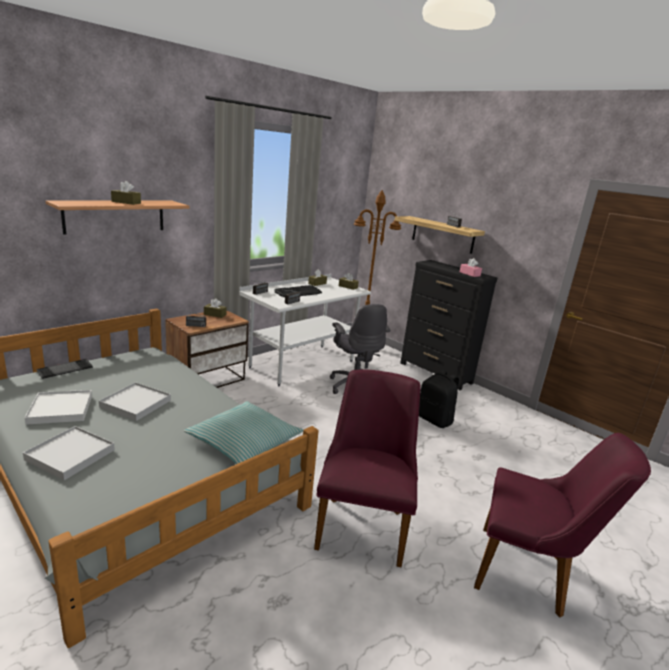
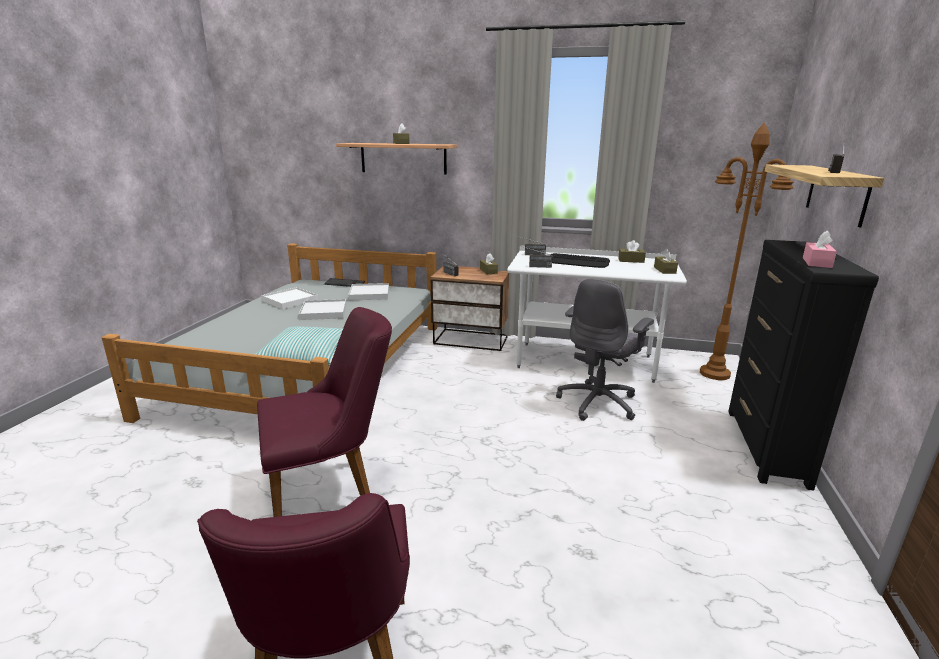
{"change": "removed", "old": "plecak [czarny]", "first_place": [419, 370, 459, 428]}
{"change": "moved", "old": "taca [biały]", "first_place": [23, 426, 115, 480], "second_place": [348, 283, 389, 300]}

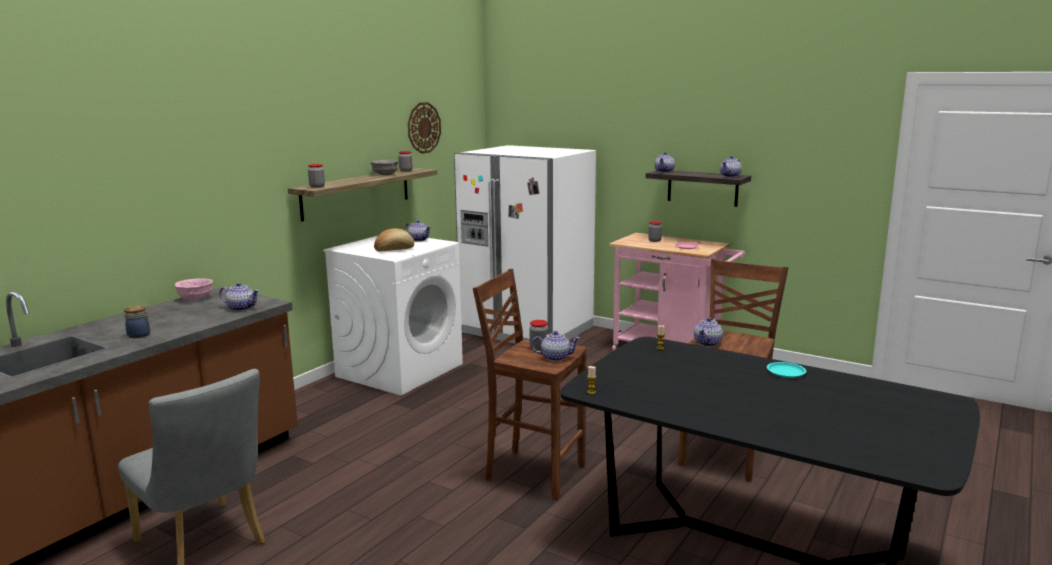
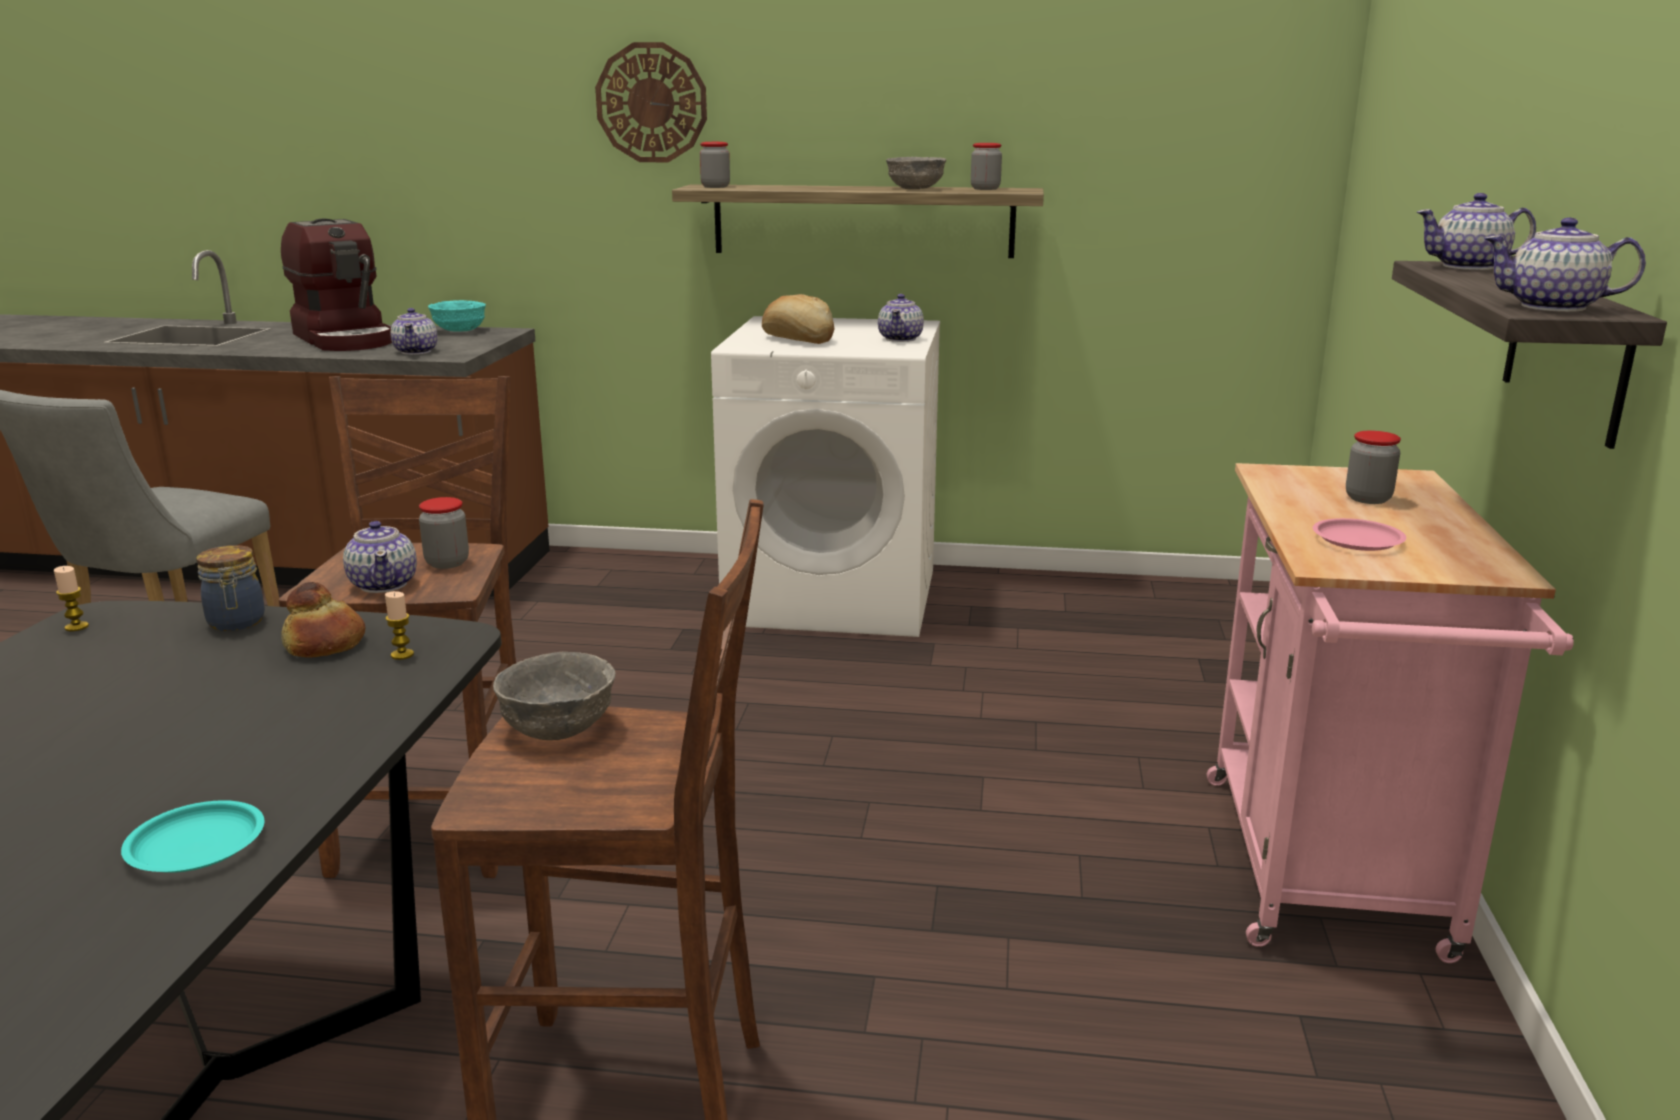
{"change": "moved", "old": "zegar ścienny", "first_place": [408, 102, 441, 154], "second_place": [595, 42, 707, 162]}
{"change": "removed", "old": "lodówka [biały]", "first_place": [454, 145, 596, 344]}
{"change": "recoloured", "old": "miska [różowy]", "new": "miska [turkusowy]", "first_place": [175, 278, 213, 300], "second_place": [428, 300, 486, 332]}
{"change": "moved", "old": "słoik", "first_place": [124, 305, 152, 338], "second_place": [196, 545, 265, 631]}
{"change": "replaced", "old": "imbryk", "new": "miska [szary]", "first_place": [694, 317, 723, 347], "second_place": [493, 652, 616, 740]}
{"change": "added", "new": "ekspres do kawy", "second_place": [281, 219, 392, 351]}
{"change": "added", "new": "chleb", "second_place": [281, 582, 366, 657]}

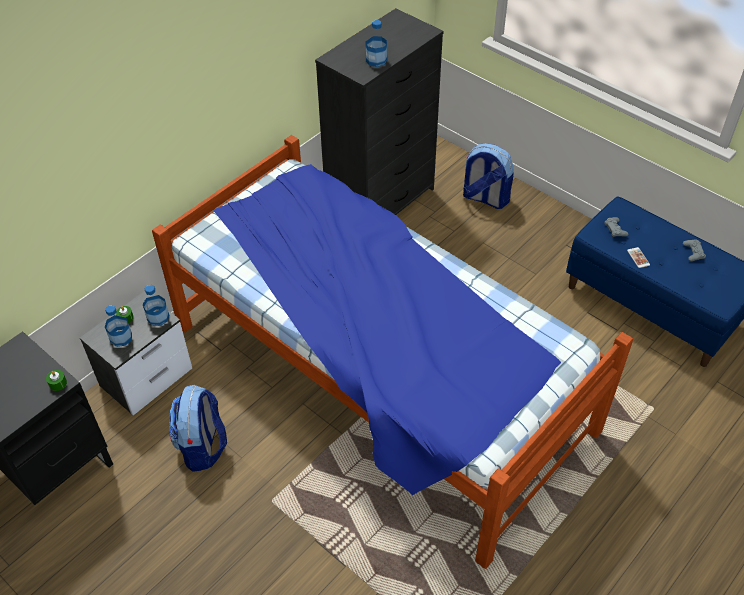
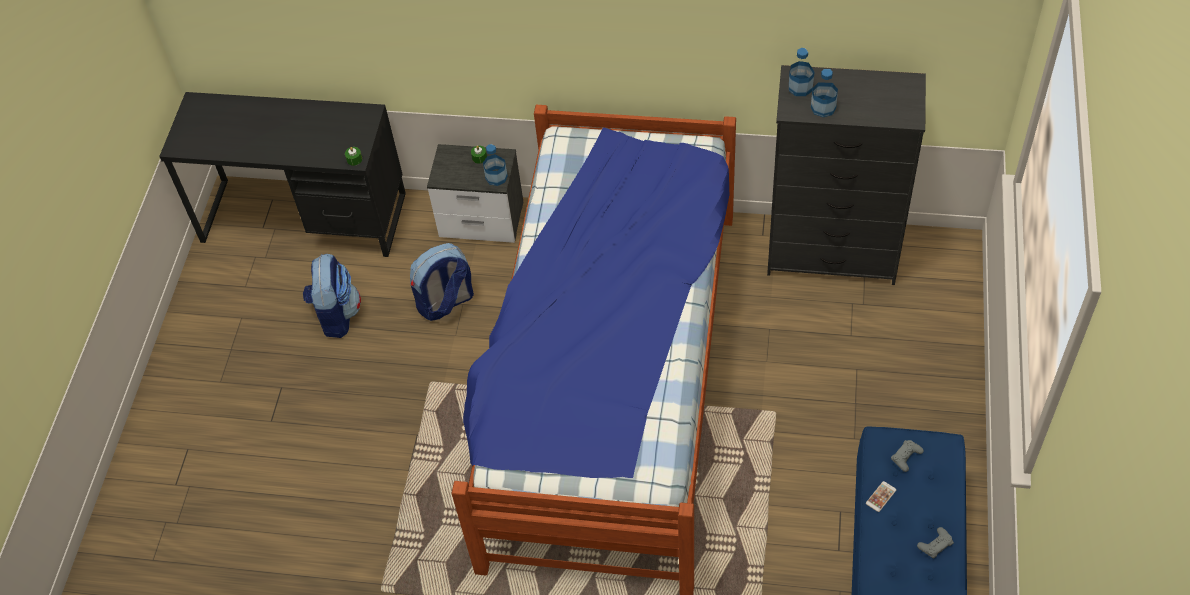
{"change": "moved", "old": "plecak", "first_place": [463, 143, 514, 209], "second_place": [303, 254, 361, 338]}
{"change": "moved", "old": "butelka", "first_place": [105, 305, 132, 347], "second_place": [789, 48, 815, 96]}

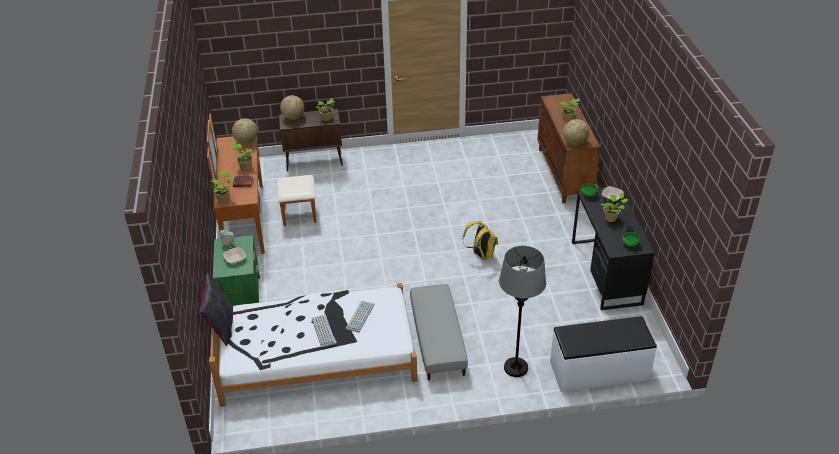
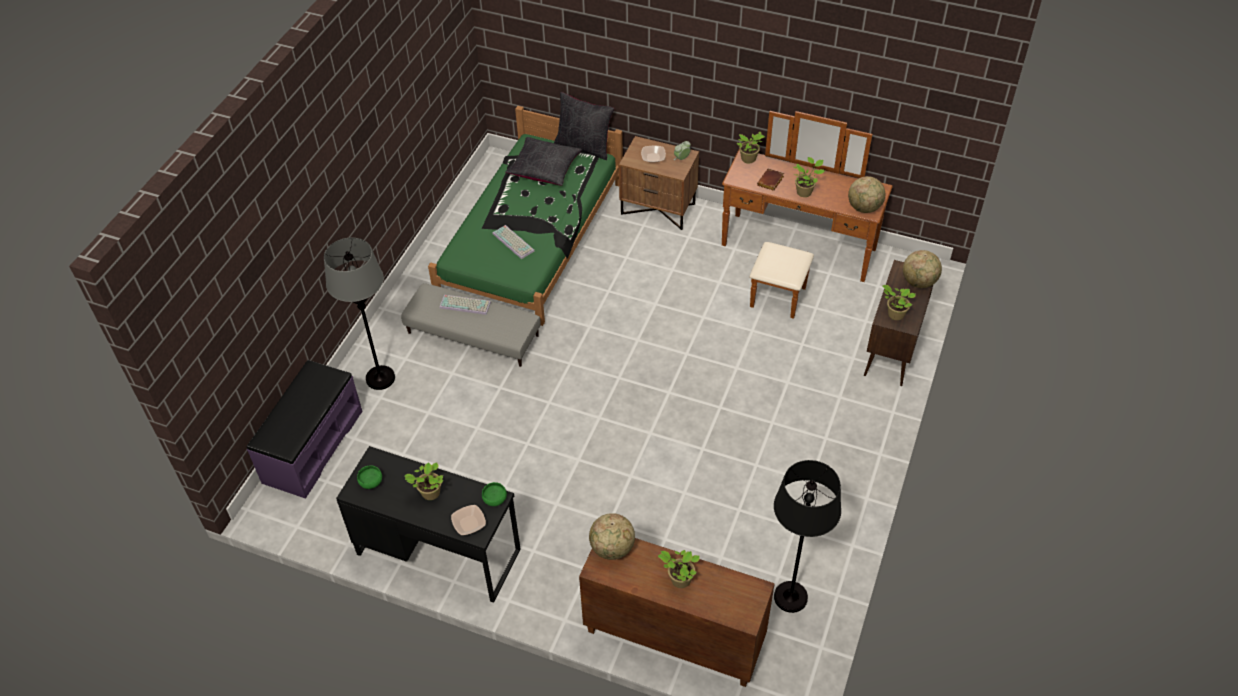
{"change": "removed", "old": "plecak [żółty]", "first_place": [463, 220, 498, 260]}
{"change": "recoloured", "old": "szafka nocna [zielony]", "new": "szafka nocna [brązowy]", "first_place": [213, 235, 260, 306], "second_place": [619, 136, 699, 230]}
{"change": "recoloured", "old": "łóżko [biały]", "new": "łóżko [zielony]", "first_place": [209, 283, 417, 407], "second_place": [428, 106, 623, 326]}
{"change": "moved", "old": "klawiatura", "first_place": [312, 314, 336, 347], "second_place": [439, 295, 491, 315]}
{"change": "recoloured", "old": "ławka [biały]", "new": "ławka [fioletowy]", "first_place": [550, 316, 657, 392], "second_place": [246, 360, 363, 499]}
{"change": "added", "new": "poduszka [czarny]", "second_place": [505, 137, 582, 186]}
{"change": "added", "new": "lampa stojąca [czarny]", "second_place": [774, 460, 841, 613]}

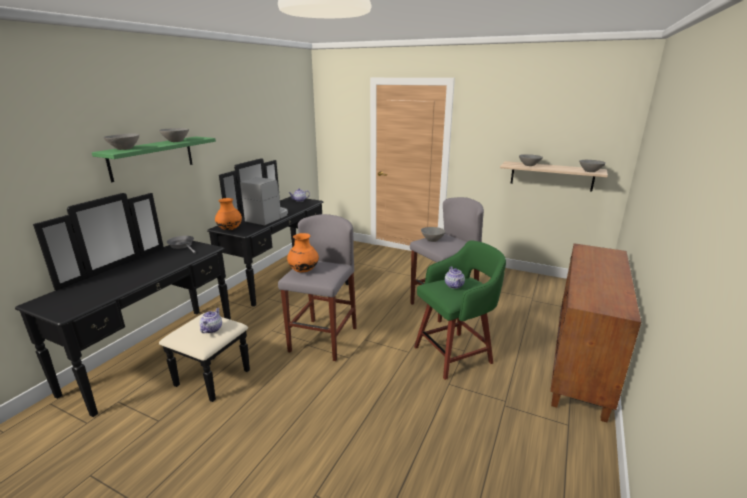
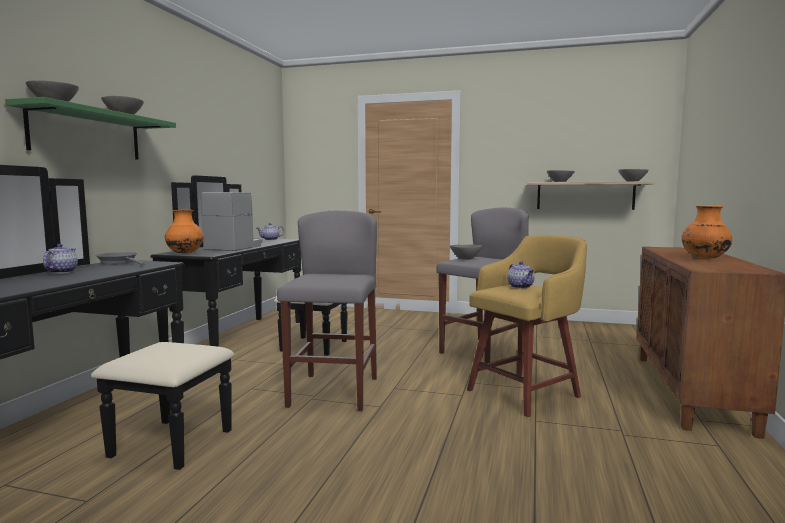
{"change": "moved", "old": "wazon [pomarańczowy]", "first_place": [287, 233, 319, 273], "second_place": [681, 205, 733, 259]}
{"change": "recoloured", "old": "stołek [zielony]", "new": "stołek [żółty]", "first_place": [414, 240, 506, 380], "second_place": [467, 235, 587, 417]}
{"change": "moved", "old": "imbryk", "first_place": [199, 308, 222, 333], "second_place": [43, 244, 78, 273]}

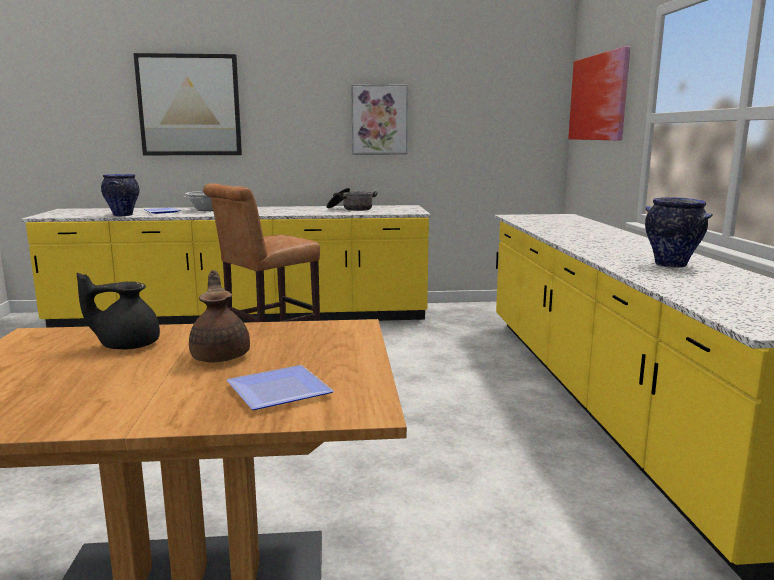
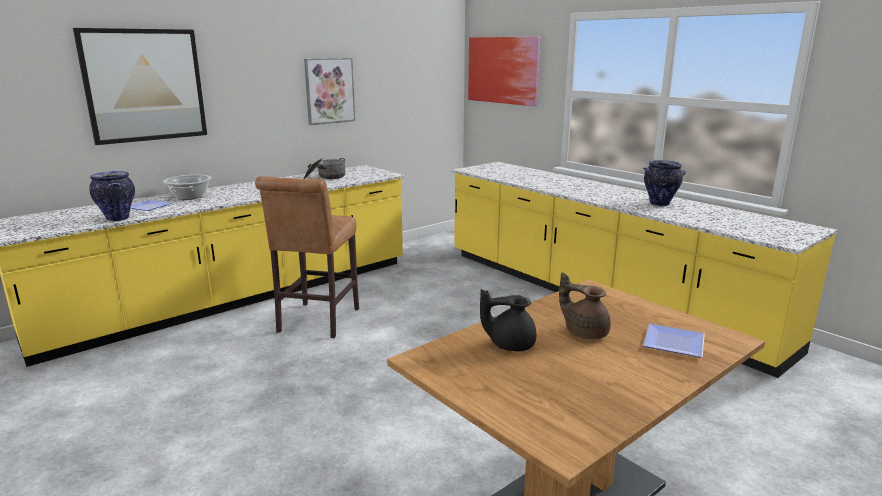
{"change": "turned", "old": "imbryk [czarny]", "first_place": [77, 273, 160, 349], "second_place": [480, 289, 536, 351], "degrees": 45}

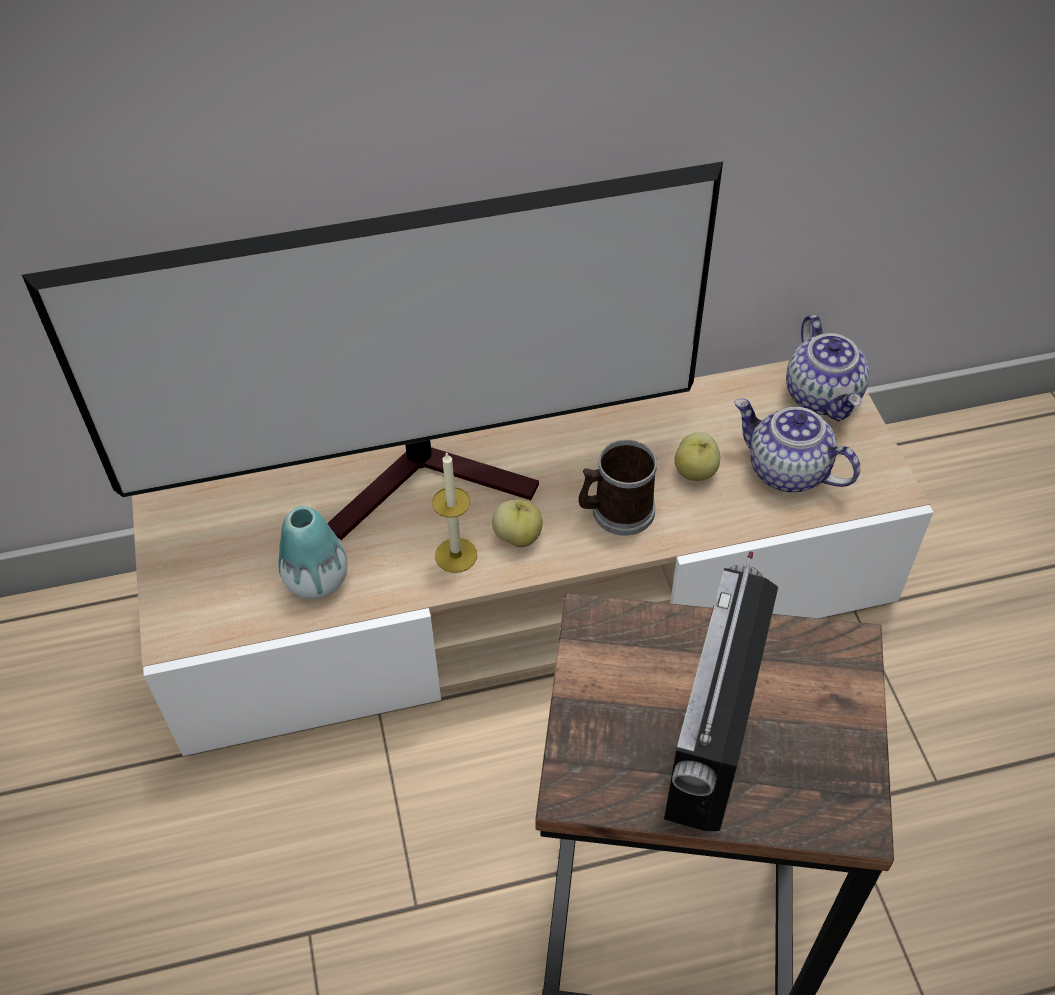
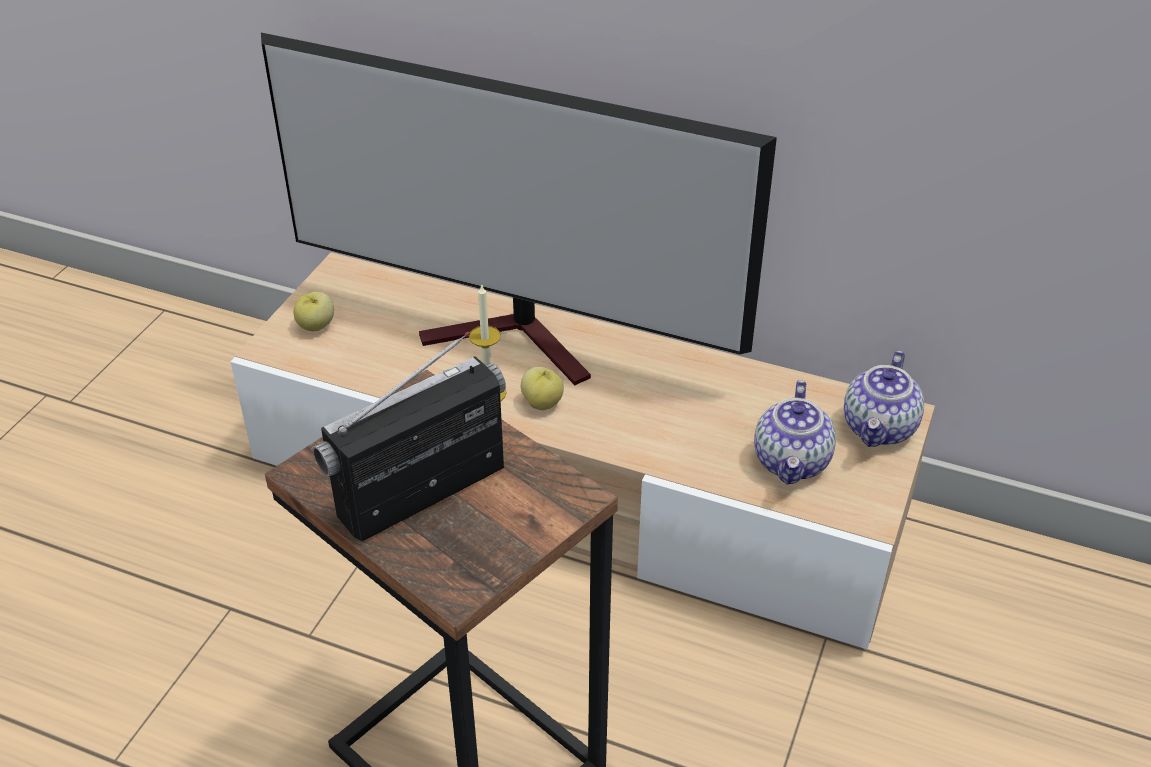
{"change": "turned", "old": "imbryk", "first_place": [734, 399, 860, 492], "second_place": [754, 380, 836, 485], "degrees": -150}
{"change": "moved", "old": "jabłko", "first_place": [674, 432, 720, 481], "second_place": [293, 292, 334, 331]}
{"change": "removed", "old": "kubek", "first_place": [579, 440, 657, 536]}
{"change": "removed", "old": "wazon", "first_place": [278, 506, 348, 599]}

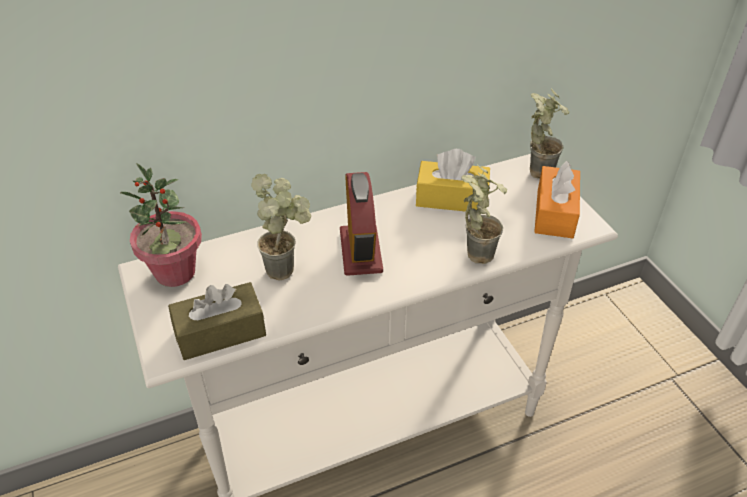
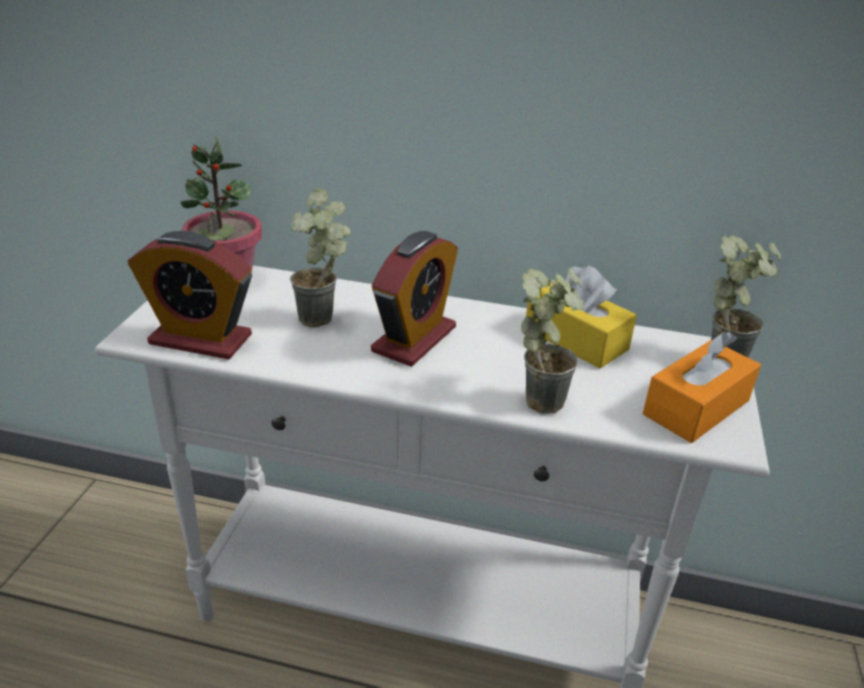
{"change": "replaced", "old": "pudełko chusteczek [brązowy]", "new": "budzik", "first_place": [168, 282, 266, 360], "second_place": [127, 231, 252, 359]}

